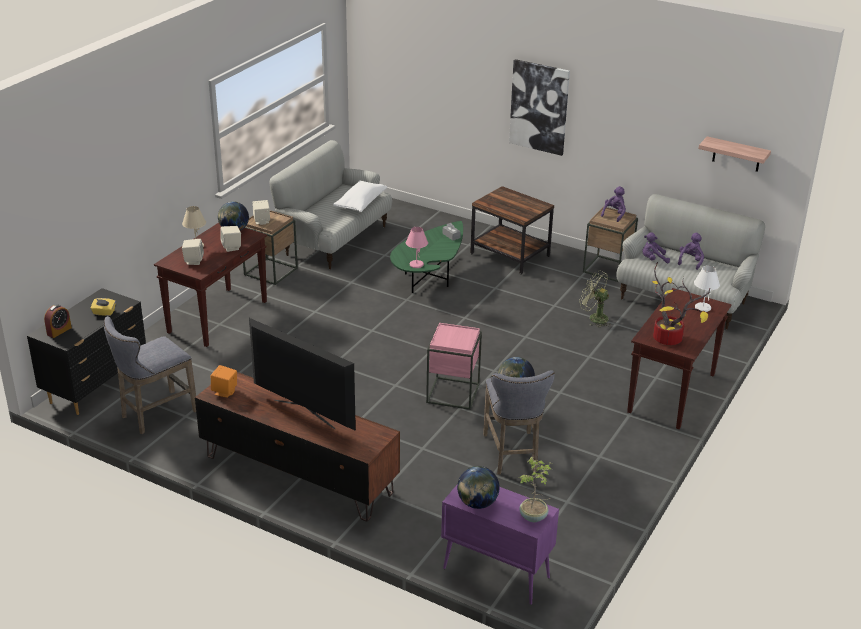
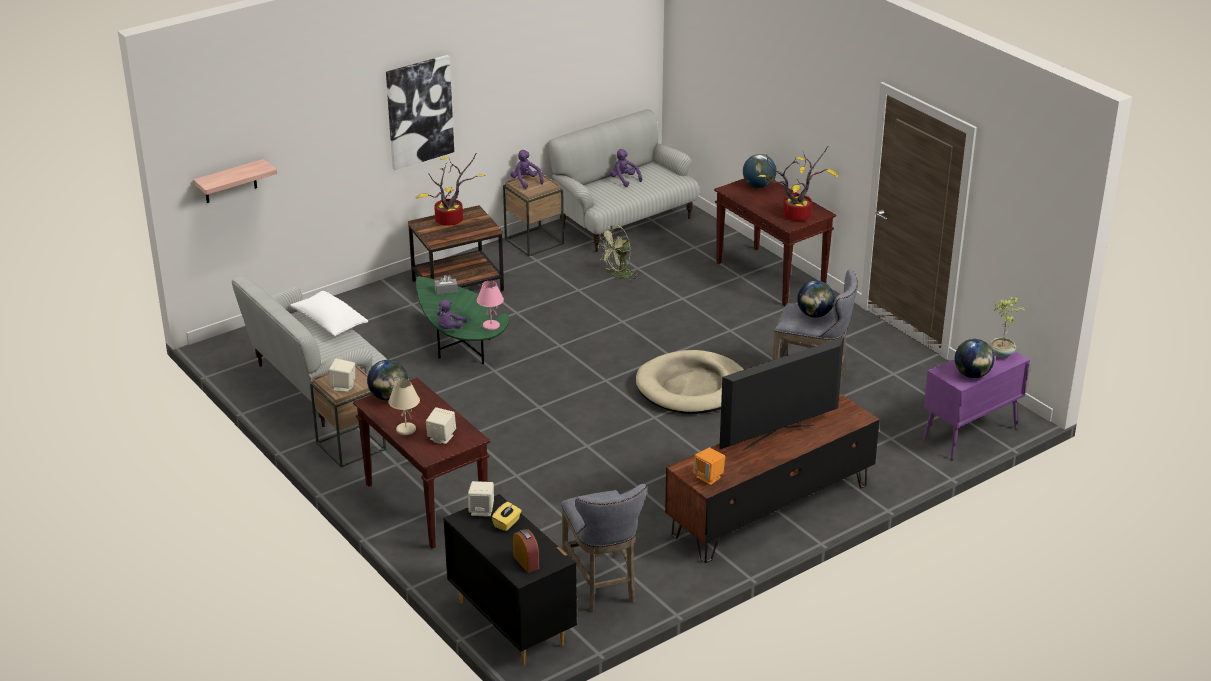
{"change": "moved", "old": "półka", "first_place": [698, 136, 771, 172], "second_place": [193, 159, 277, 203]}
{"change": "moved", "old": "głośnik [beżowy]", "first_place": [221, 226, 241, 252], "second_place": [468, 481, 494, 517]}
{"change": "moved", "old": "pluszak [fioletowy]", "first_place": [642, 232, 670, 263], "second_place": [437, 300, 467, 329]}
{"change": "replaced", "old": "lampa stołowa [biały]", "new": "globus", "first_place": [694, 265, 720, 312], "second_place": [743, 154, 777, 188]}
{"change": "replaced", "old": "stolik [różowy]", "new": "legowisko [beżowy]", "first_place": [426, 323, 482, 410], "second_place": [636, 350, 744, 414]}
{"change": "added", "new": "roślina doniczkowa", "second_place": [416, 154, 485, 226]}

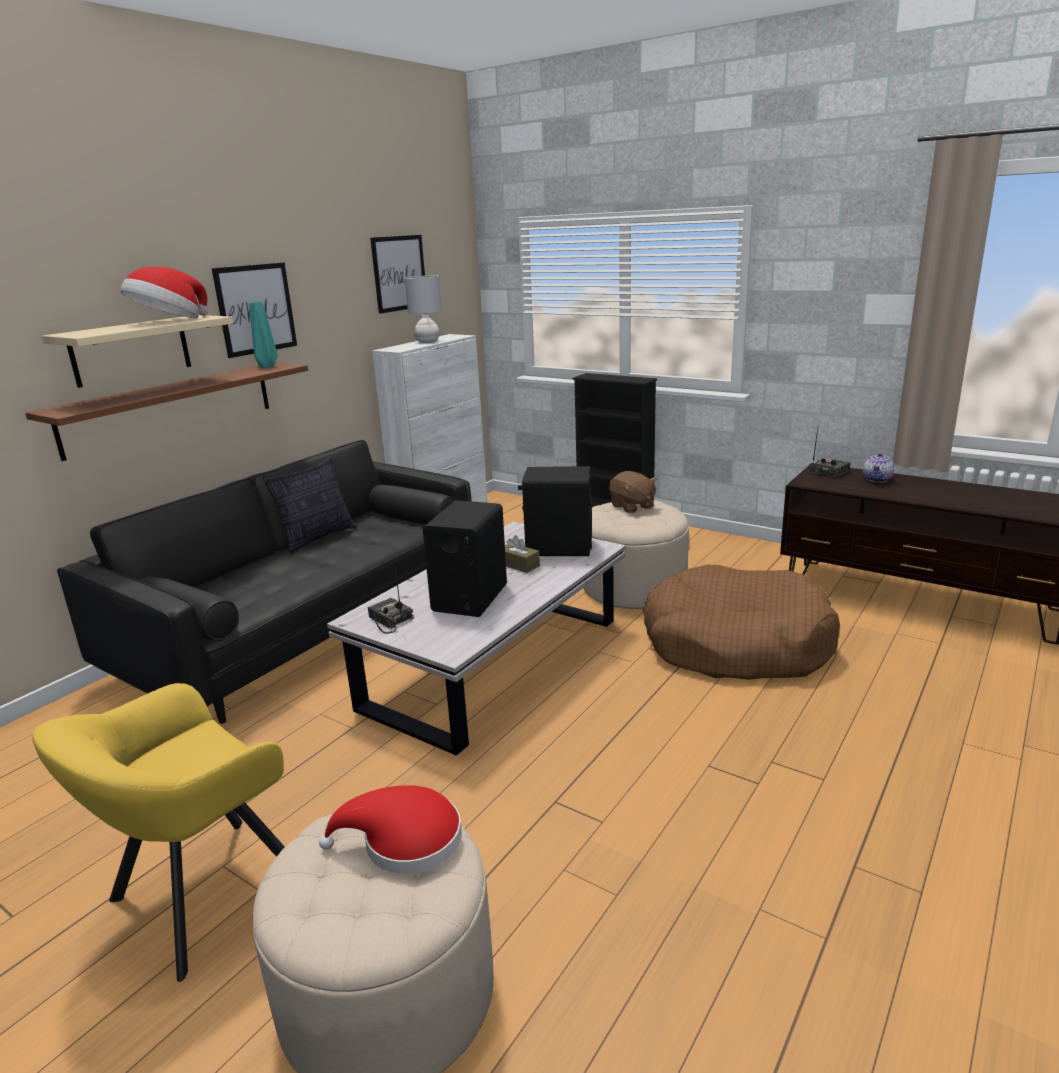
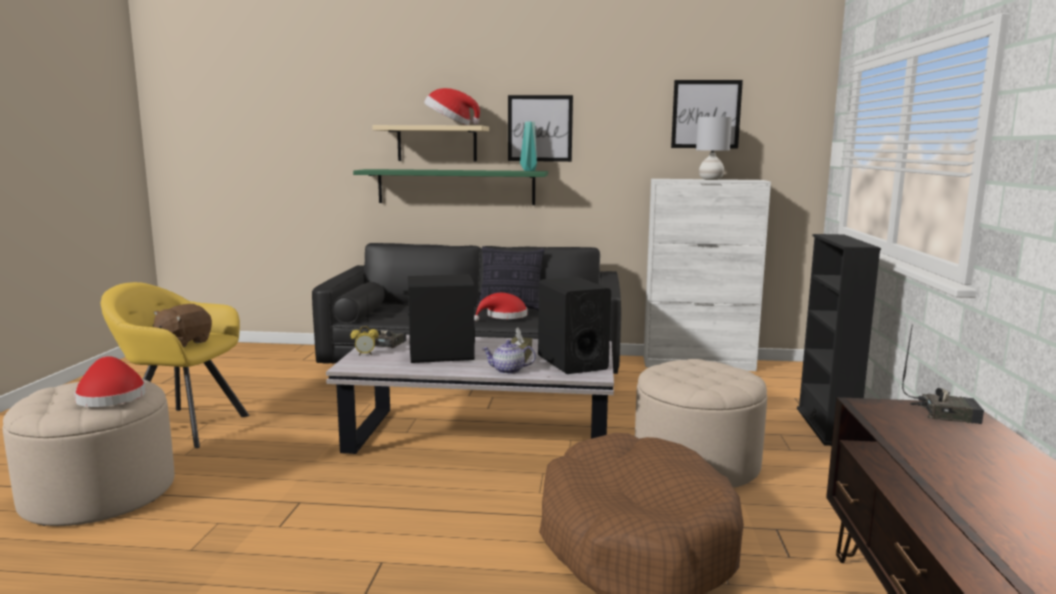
{"change": "recoloured", "old": "półka [brązowy]", "new": "półka [zielony]", "first_place": [25, 362, 308, 461], "second_place": [353, 169, 548, 205]}
{"change": "moved", "old": "imbryk", "first_place": [863, 453, 894, 483], "second_place": [482, 340, 536, 374]}
{"change": "moved", "old": "pluszak [brązowy]", "first_place": [609, 471, 657, 513], "second_place": [153, 304, 212, 347]}
{"change": "added", "new": "kapelusz [czerwony]", "second_place": [474, 293, 527, 321]}
{"change": "added", "new": "budzik", "second_place": [350, 326, 379, 356]}

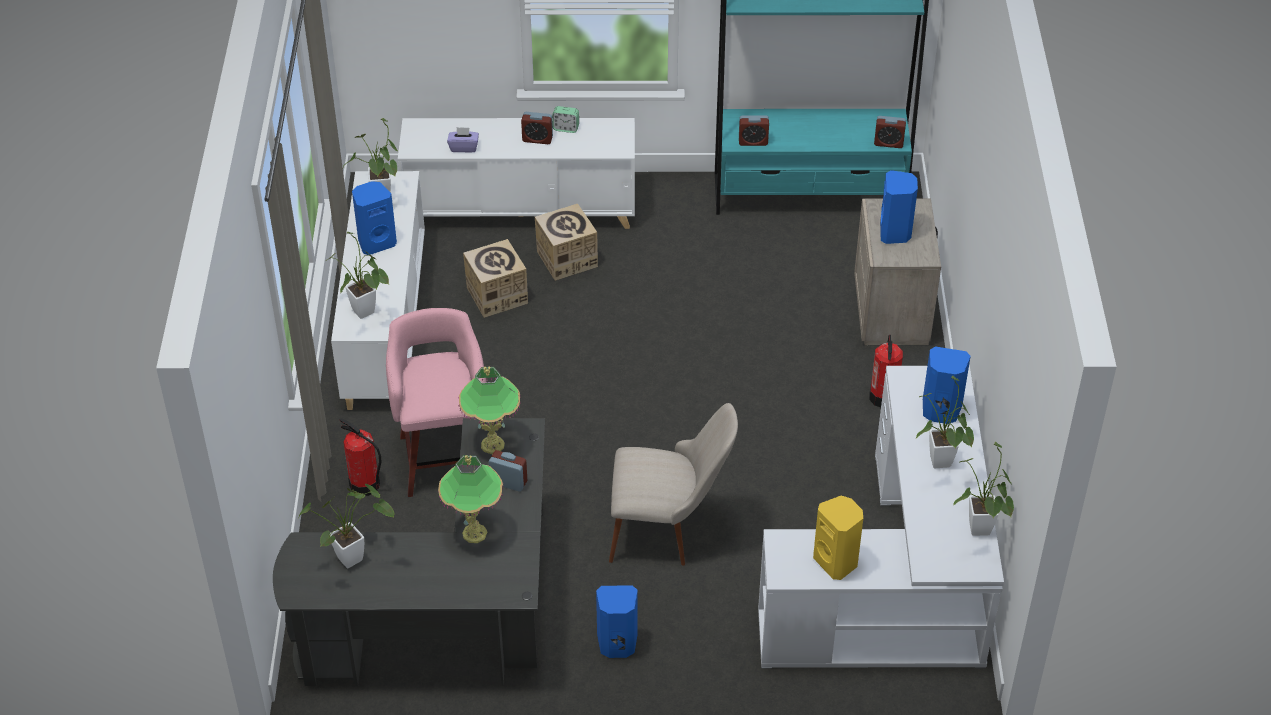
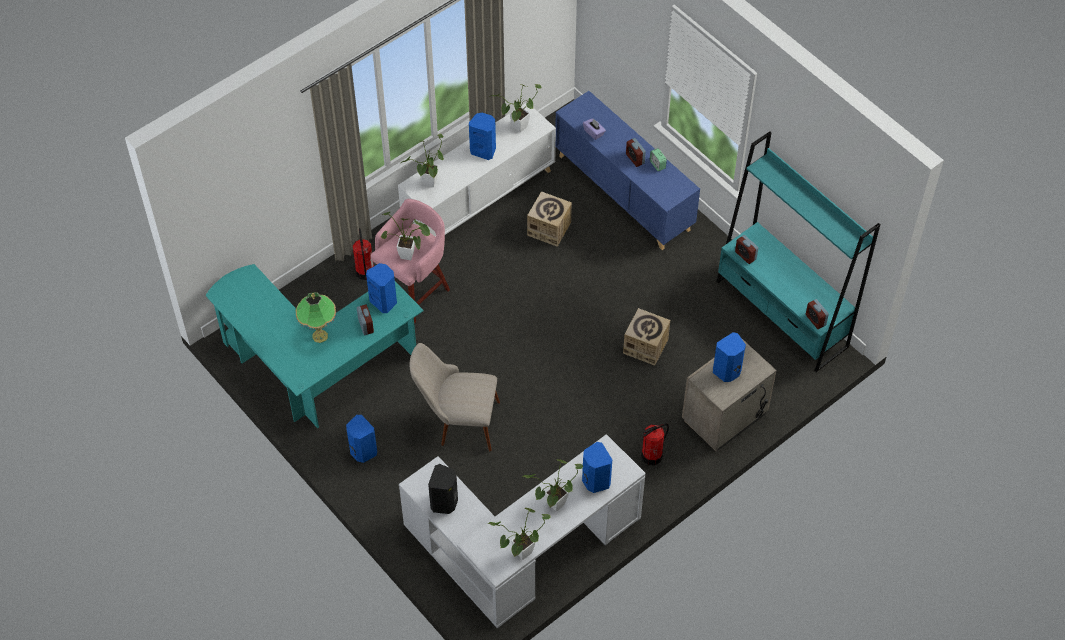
{"change": "recoloured", "old": "szafka [biały]", "new": "szafka [niebieski]", "first_place": [398, 118, 635, 229], "second_place": [555, 91, 700, 250]}
{"change": "moved", "old": "karton", "first_place": [535, 204, 598, 281], "second_place": [623, 308, 670, 366]}
{"change": "replaced", "old": "lampa stołowa", "new": "głośnik [niebieski]", "first_place": [459, 367, 520, 454], "second_place": [366, 263, 397, 313]}
{"change": "turned", "old": "krzesło [beżowy]", "first_place": [609, 403, 738, 566], "second_place": [410, 343, 500, 451], "degrees": 135}
{"change": "recoloured", "old": "biurko [czarny]", "new": "biurko [turkusowy]", "first_place": [273, 418, 545, 686], "second_place": [206, 264, 424, 428]}
{"change": "moved", "old": "roślina doniczkowa", "first_place": [298, 484, 395, 569], "second_place": [381, 212, 430, 260]}
{"change": "recoloured", "old": "głośnik [żółty]", "new": "głośnik [czarny]", "first_place": [813, 496, 863, 580], "second_place": [428, 464, 458, 514]}

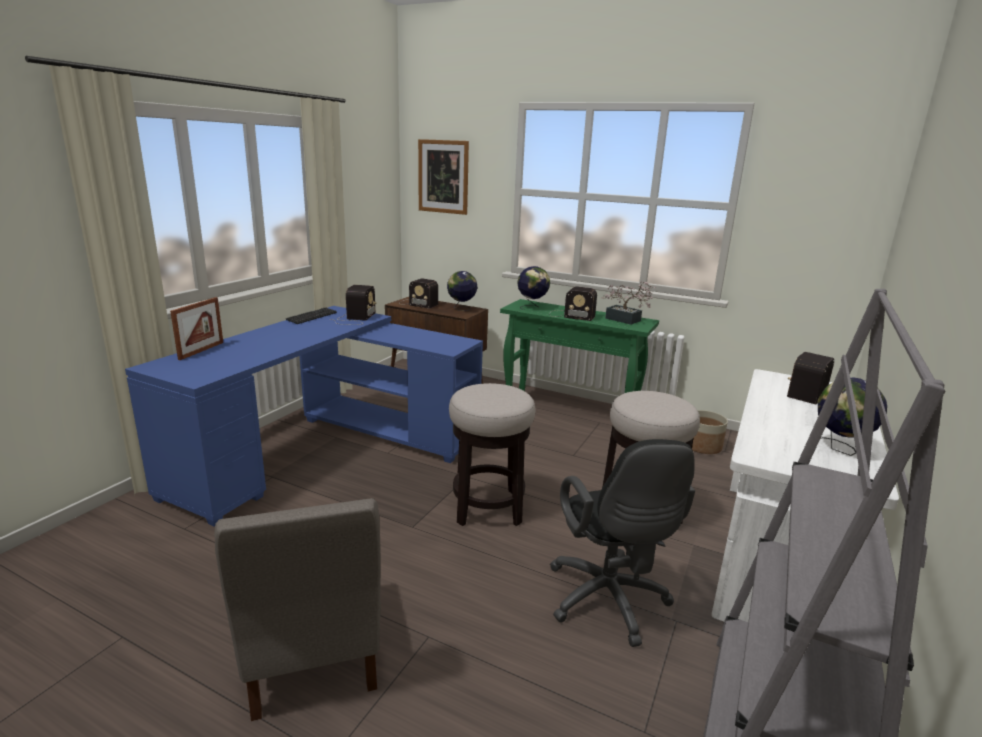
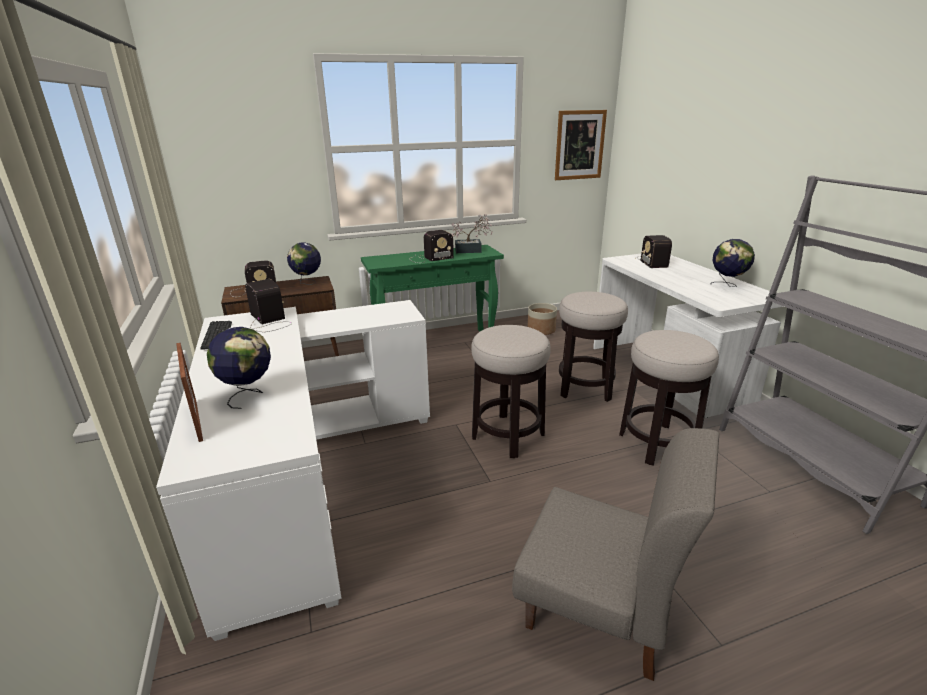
{"change": "moved", "old": "obraz", "first_place": [418, 139, 469, 215], "second_place": [555, 110, 607, 180]}
{"change": "moved", "old": "globus", "first_place": [517, 266, 550, 310], "second_place": [207, 327, 271, 409]}
{"change": "recoloured", "old": "biurko [niebieski]", "new": "biurko [biały]", "first_place": [125, 306, 483, 527], "second_place": [156, 300, 430, 641]}
{"change": "replaced", "old": "krzesło biurowe [czarny]", "new": "stołek", "first_place": [550, 439, 695, 647], "second_place": [619, 330, 719, 466]}

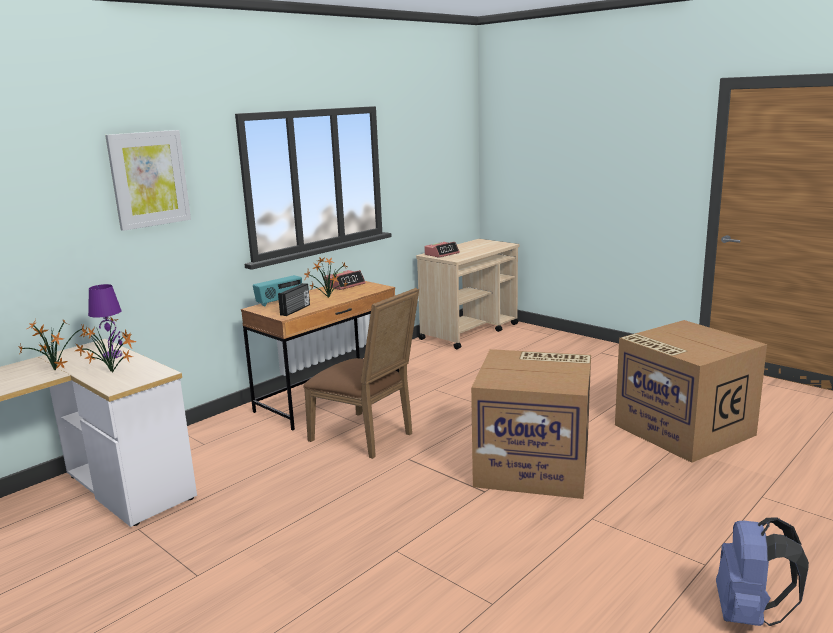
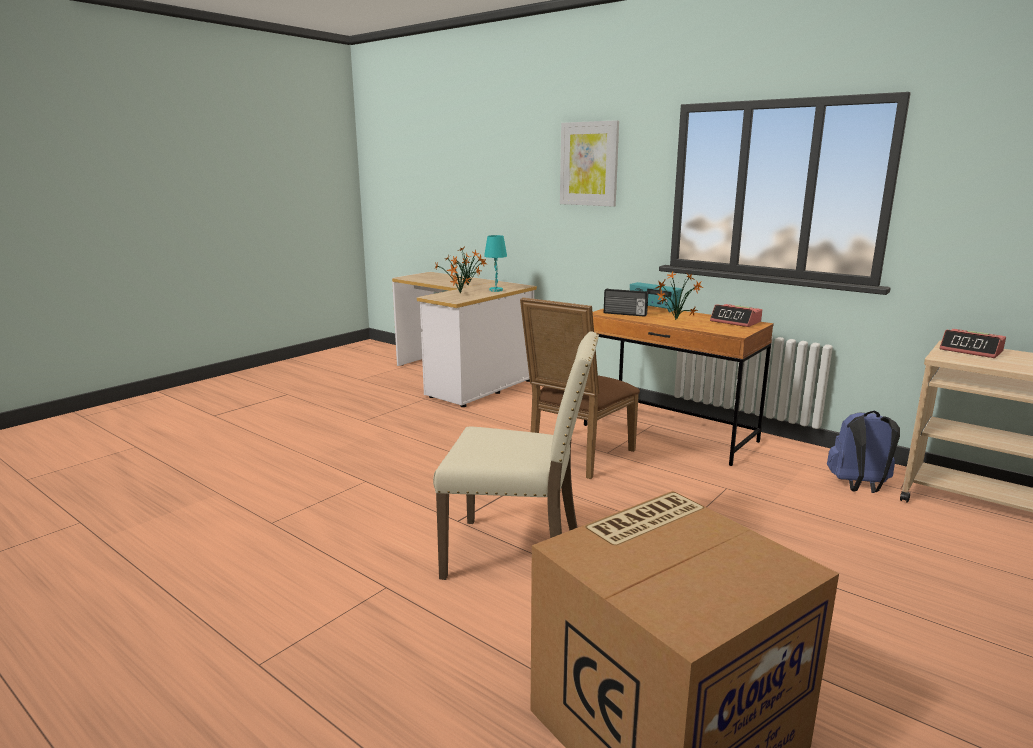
{"change": "recoloured", "old": "lampa stołowa [fioletowy]", "new": "lampa stołowa [turkusowy]", "first_place": [88, 284, 122, 359], "second_place": [484, 235, 507, 292]}
{"change": "replaced", "old": "karton", "new": "krzesło [beżowy]", "first_place": [471, 349, 591, 499], "second_place": [433, 331, 599, 580]}
{"change": "moved", "old": "plecak [niebieski]", "first_place": [716, 518, 809, 626], "second_place": [827, 411, 900, 493]}

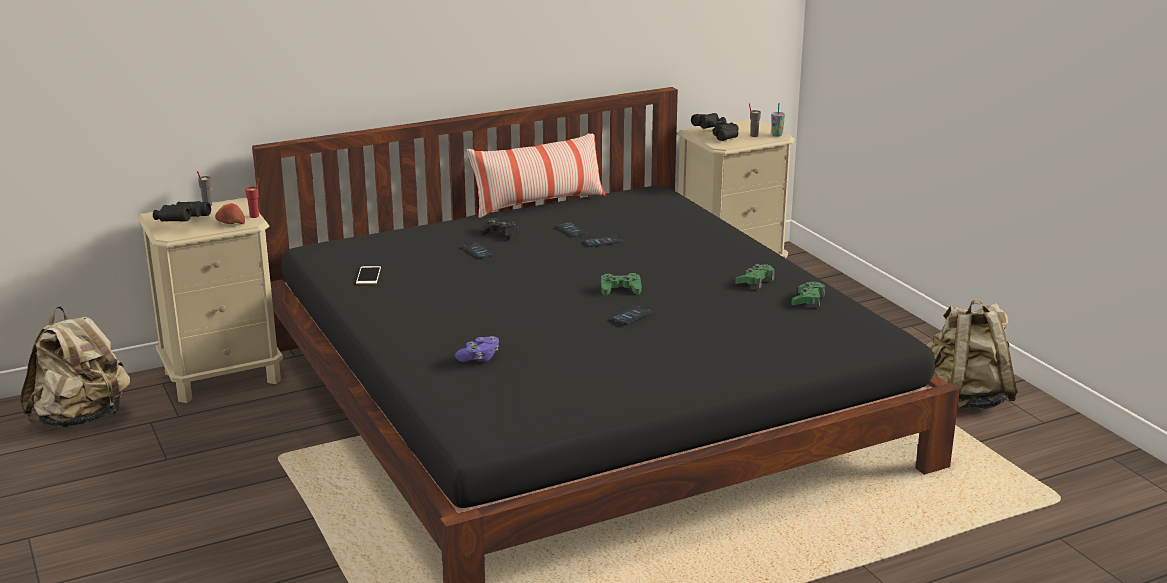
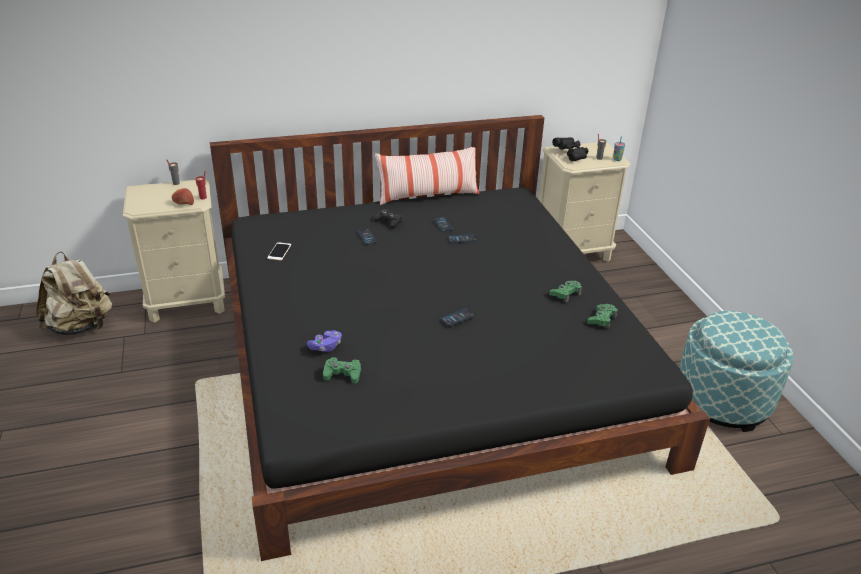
{"change": "removed", "old": "lornetka [czarny]", "first_place": [153, 201, 211, 222]}
{"change": "moved", "old": "pad do gier [zielony]", "first_place": [601, 273, 641, 295], "second_place": [323, 357, 361, 384]}
{"change": "replaced", "old": "plecak [beżowy]", "new": "pufa", "first_place": [927, 301, 1019, 409], "second_place": [679, 311, 794, 432]}

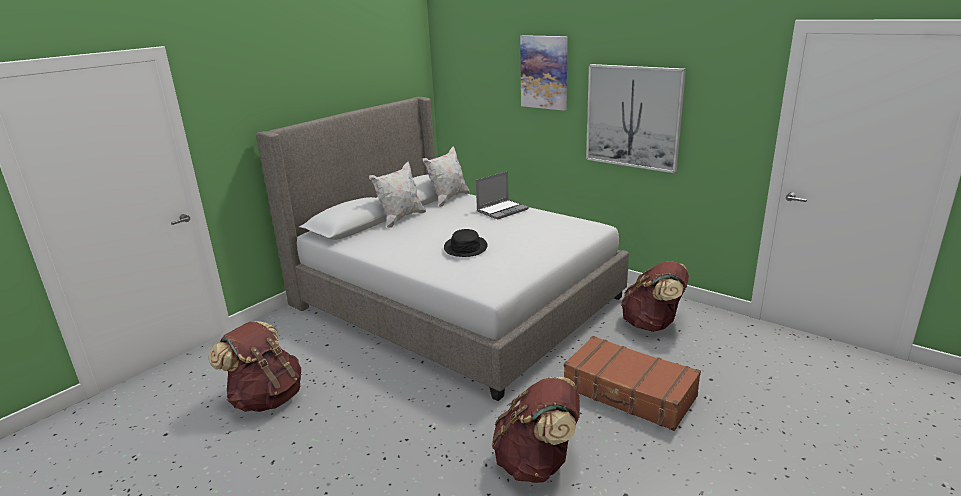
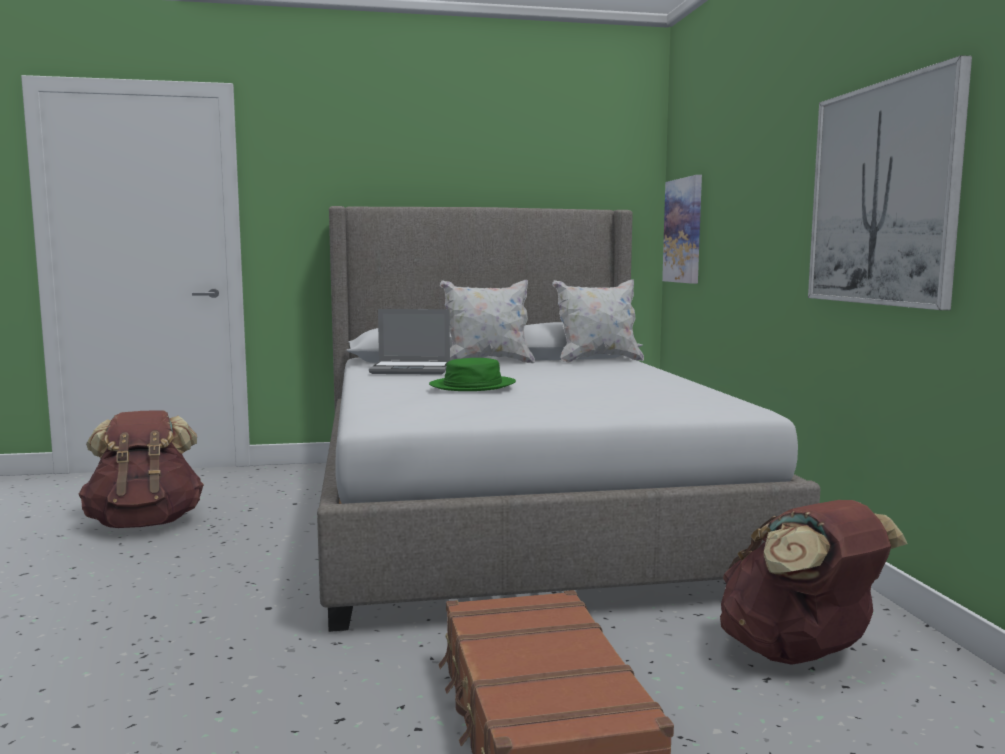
{"change": "moved", "old": "obraz", "first_place": [520, 35, 568, 111], "second_place": [662, 175, 702, 284]}
{"change": "moved", "old": "laptop", "first_place": [476, 171, 529, 220], "second_place": [369, 309, 450, 375]}
{"change": "recoloured", "old": "kapelusz [czarny]", "new": "kapelusz [zielony]", "first_place": [444, 229, 488, 257], "second_place": [429, 358, 516, 391]}
{"change": "removed", "old": "plecak [brązowy]", "first_place": [492, 377, 580, 483]}

